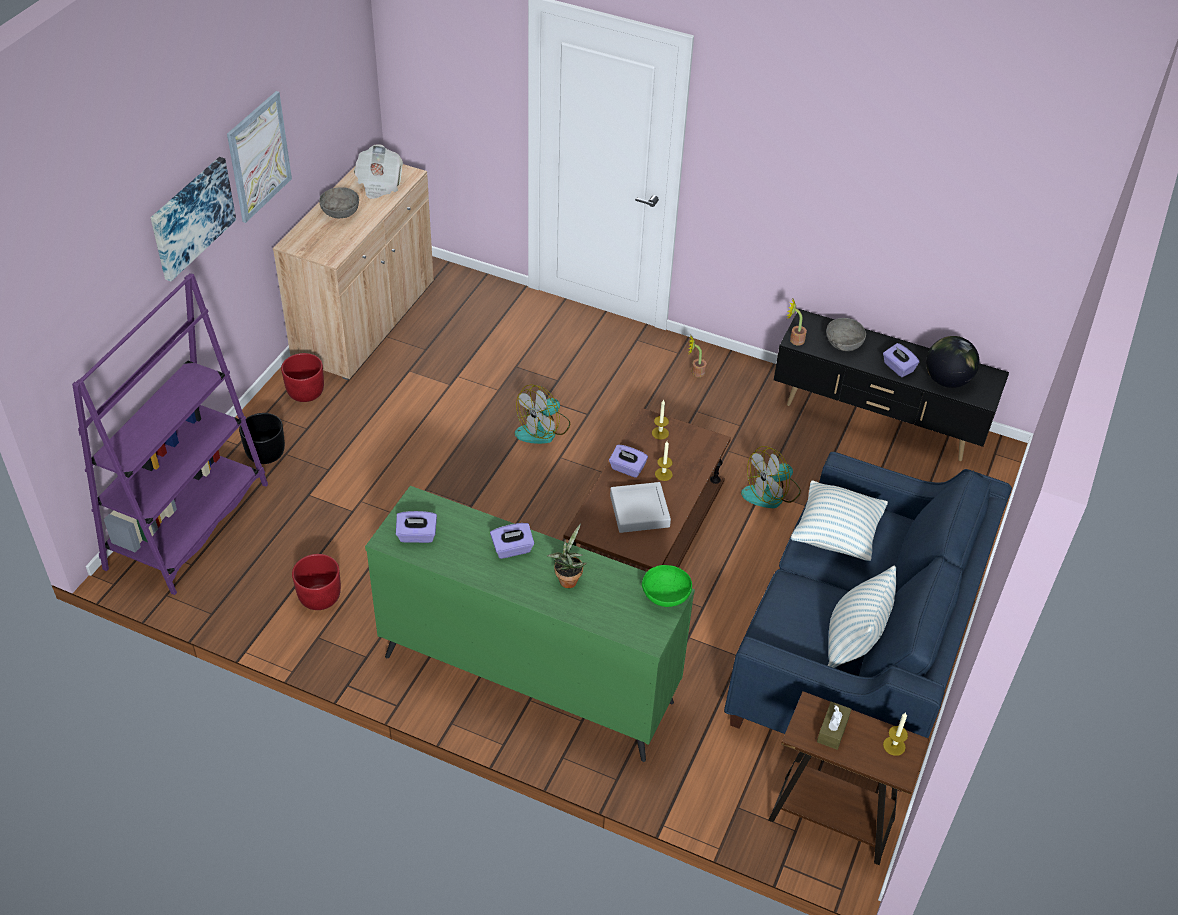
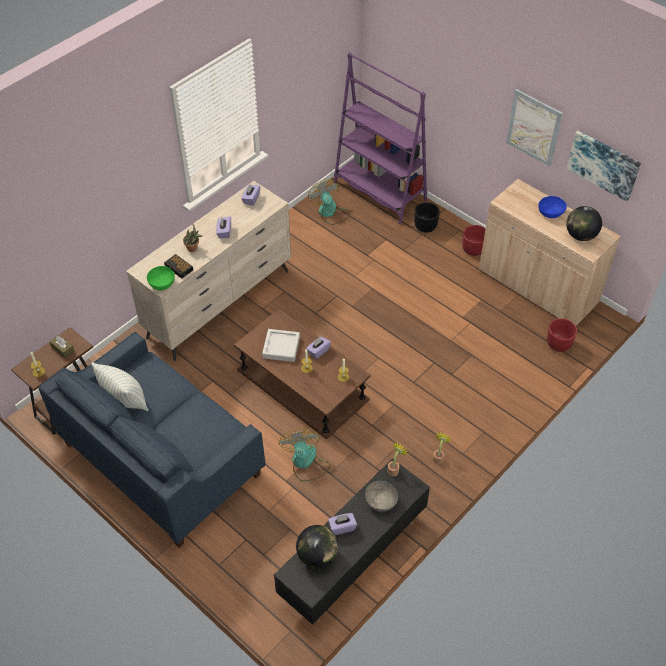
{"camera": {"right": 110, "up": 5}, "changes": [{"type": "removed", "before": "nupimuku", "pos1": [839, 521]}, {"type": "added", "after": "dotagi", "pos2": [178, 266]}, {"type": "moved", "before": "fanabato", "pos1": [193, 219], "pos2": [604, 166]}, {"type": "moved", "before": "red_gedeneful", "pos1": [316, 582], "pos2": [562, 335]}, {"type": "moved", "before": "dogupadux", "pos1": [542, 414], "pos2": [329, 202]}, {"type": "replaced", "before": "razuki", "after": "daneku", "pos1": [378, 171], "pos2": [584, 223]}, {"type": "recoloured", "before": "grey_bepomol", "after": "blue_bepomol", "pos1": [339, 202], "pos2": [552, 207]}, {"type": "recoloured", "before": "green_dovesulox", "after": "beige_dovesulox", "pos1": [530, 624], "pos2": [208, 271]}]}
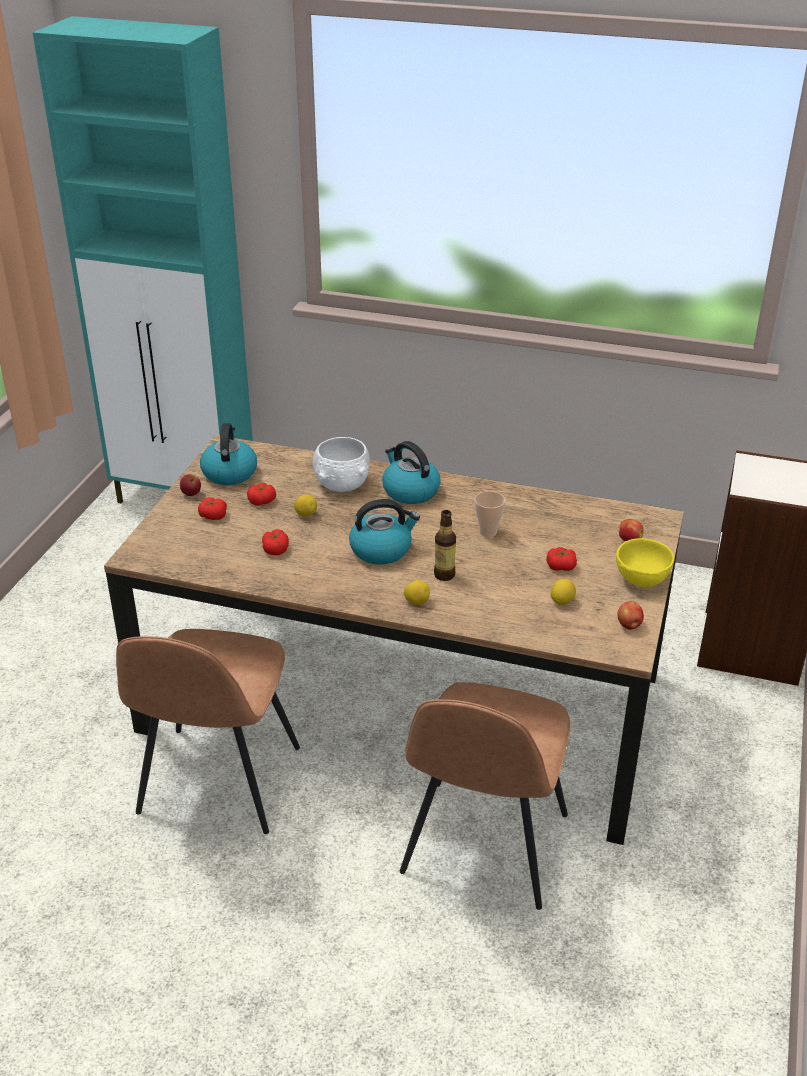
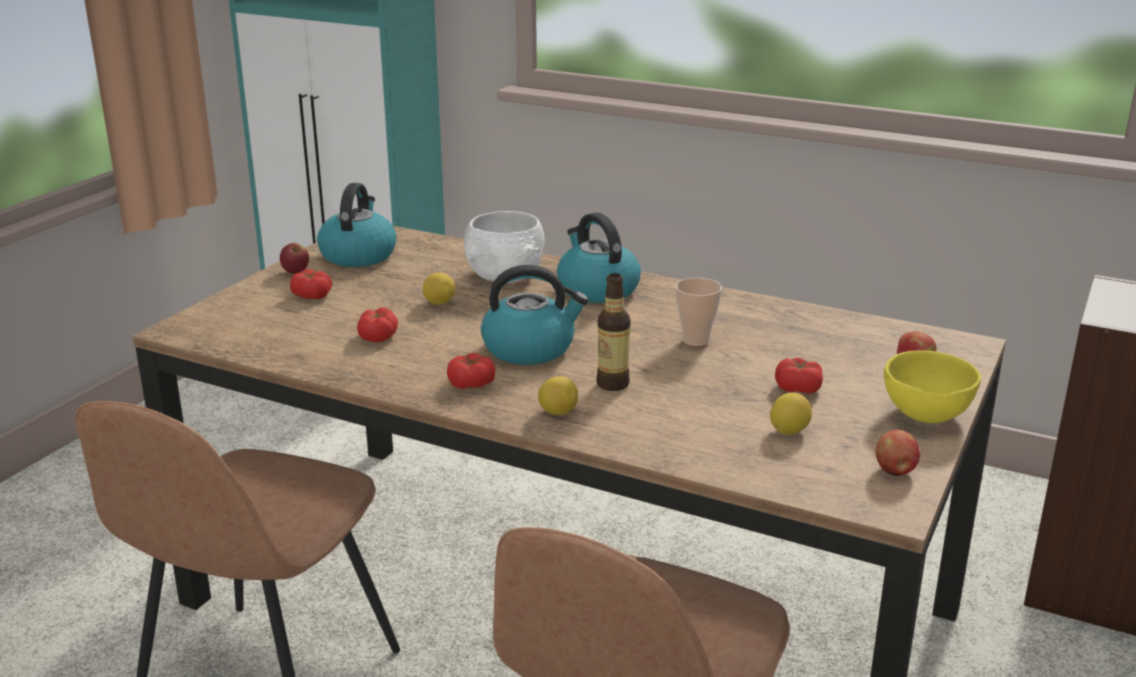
{"camera": {"right": 10, "up": -10}, "changes": [{"type": "moved", "before": "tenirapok", "pos1": [261, 494], "pos2": [471, 371]}]}
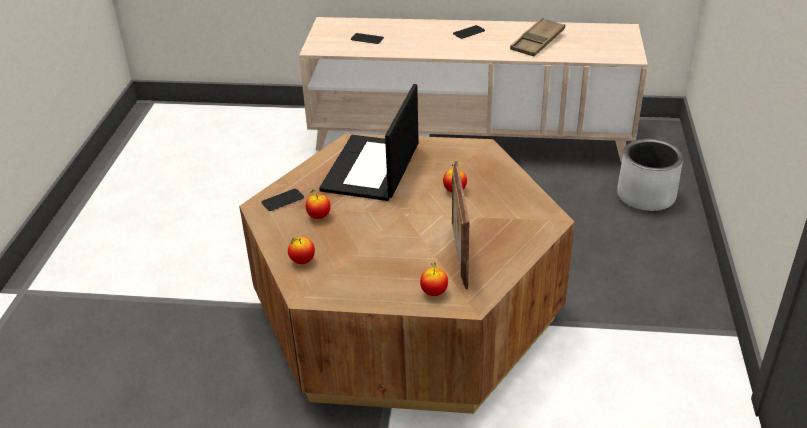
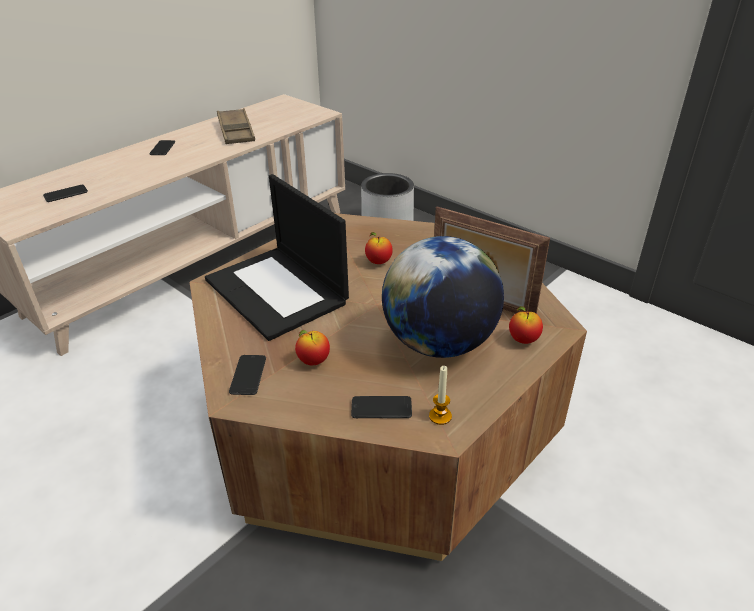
{"camera": {"right": -55, "up": 0}, "changes": [{"type": "added", "after": "daneku", "pos2": [443, 297]}, {"type": "added", "after": "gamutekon", "pos2": [440, 395]}, {"type": "replaced", "before": "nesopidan", "after": "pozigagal", "pos1": [301, 250], "pos2": [381, 407]}]}
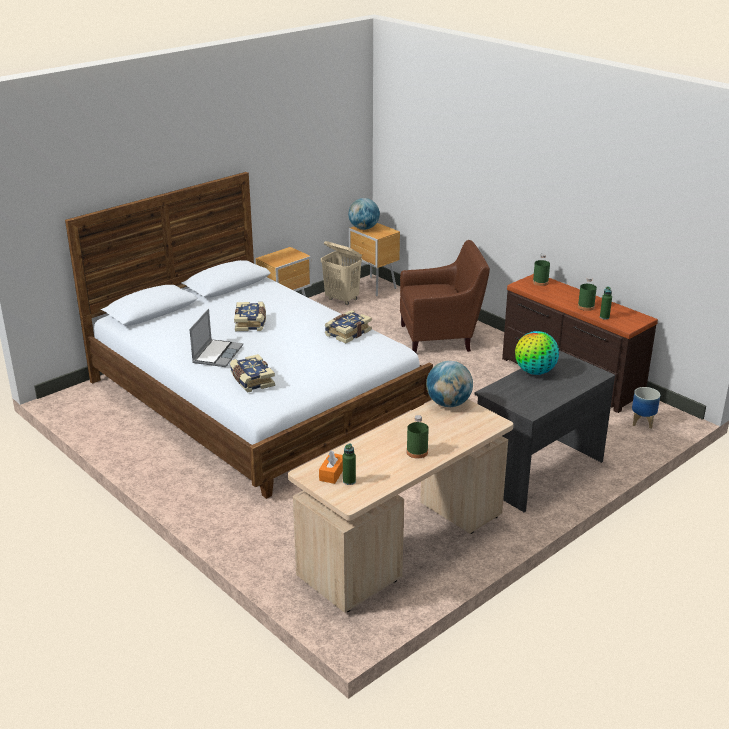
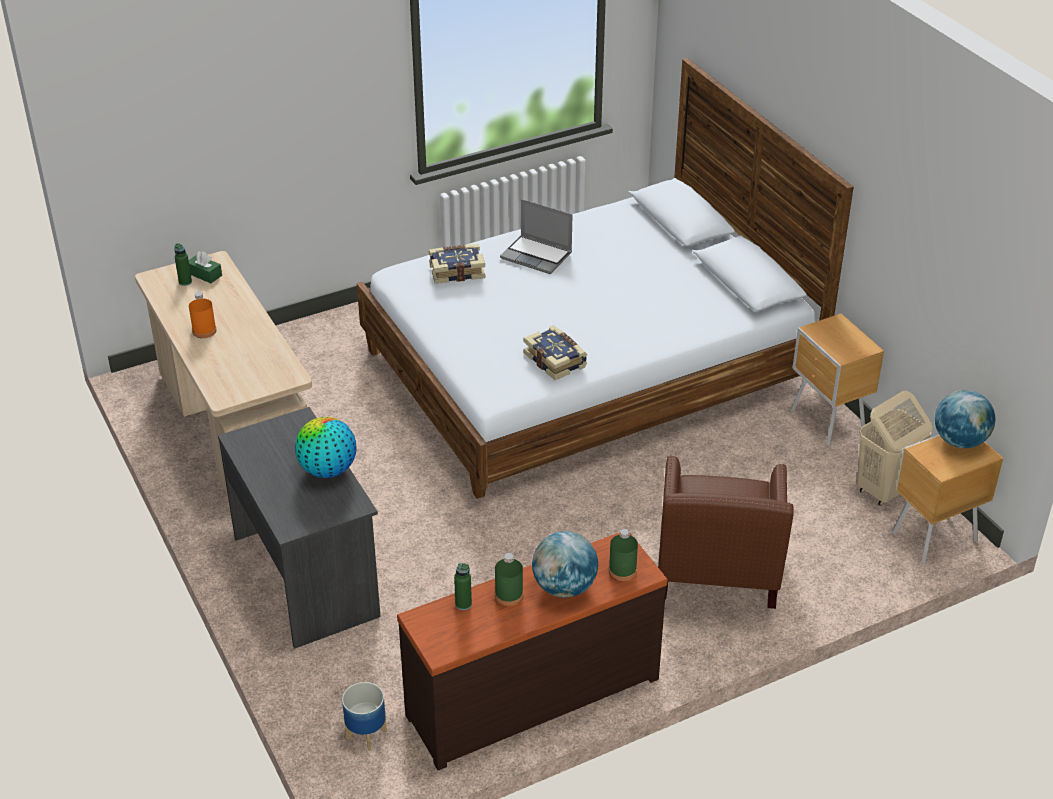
{"camera": {"right": 105, "up": 10}, "changes": [{"type": "removed", "before": "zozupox", "pos1": [250, 316]}, {"type": "moved", "before": "daneku", "pos1": [449, 384], "pos2": [565, 564]}, {"type": "recoloured", "before": "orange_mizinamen", "after": "green_mizinamen", "pos1": [331, 467], "pos2": [205, 267]}, {"type": "recoloured", "before": "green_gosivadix", "after": "orange_gosivadix", "pos1": [417, 436], "pos2": [203, 315]}]}
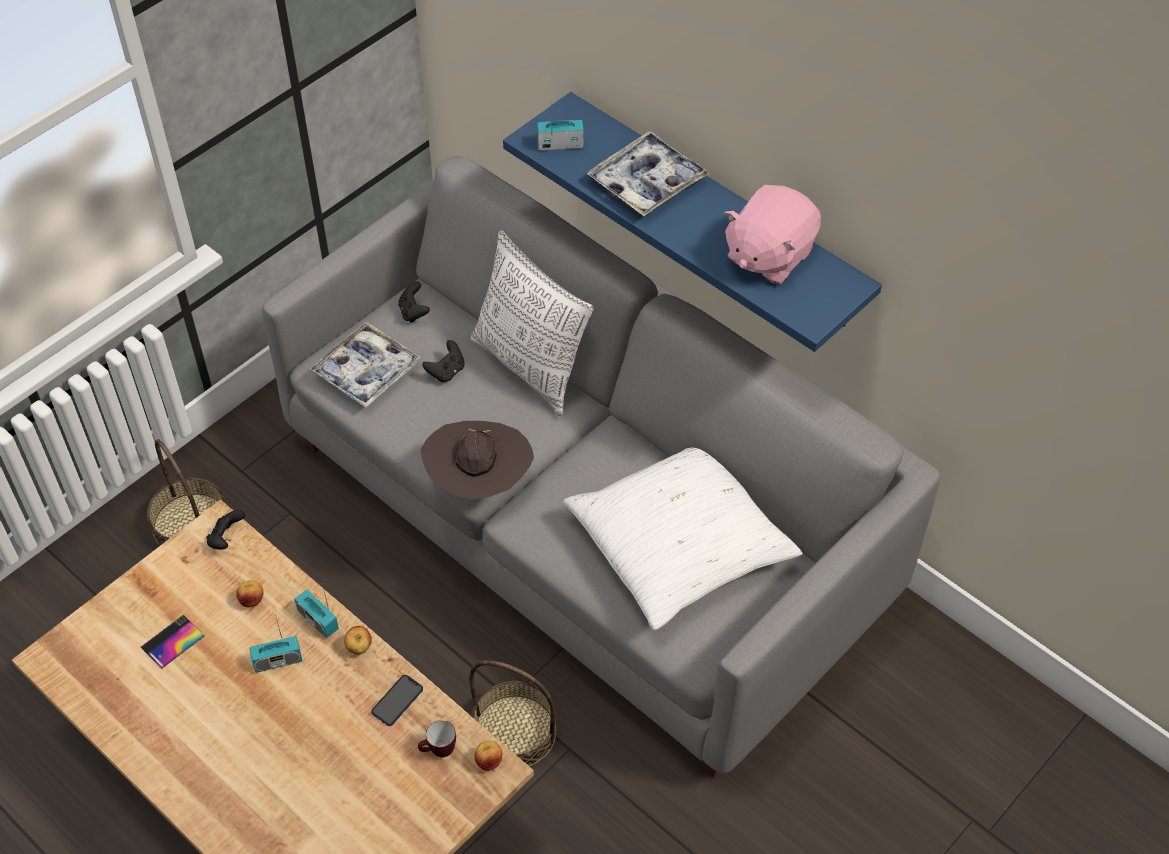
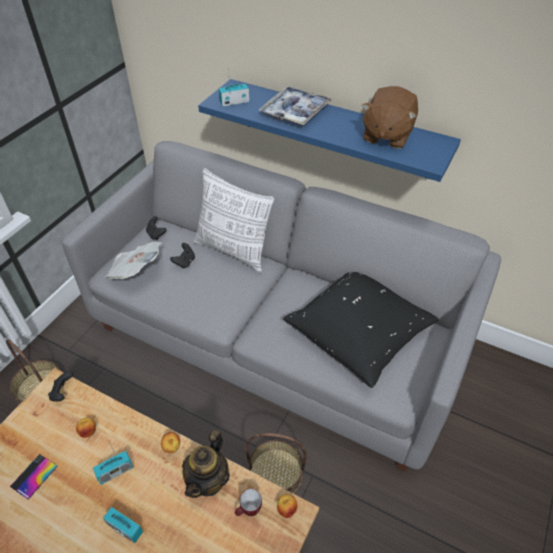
{"camera": {"right": -15, "up": -5}, "changes": [{"type": "removed", "before": "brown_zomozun", "pos1": [477, 460]}, {"type": "moved", "before": "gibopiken", "pos1": [316, 610], "pos2": [123, 525]}, {"type": "replaced", "before": "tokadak", "after": "razuki", "pos1": [365, 364], "pos2": [133, 260]}, {"type": "replaced", "before": "pozigagal", "after": "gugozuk", "pos1": [397, 700], "pos2": [206, 463]}, {"type": "recoloured", "before": "white_nupimuku", "after": "black_nupimuku", "pos1": [683, 539], "pos2": [361, 330]}, {"type": "recoloured", "before": "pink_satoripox", "after": "brown_satoripox", "pos1": [772, 235], "pos2": [390, 117]}]}
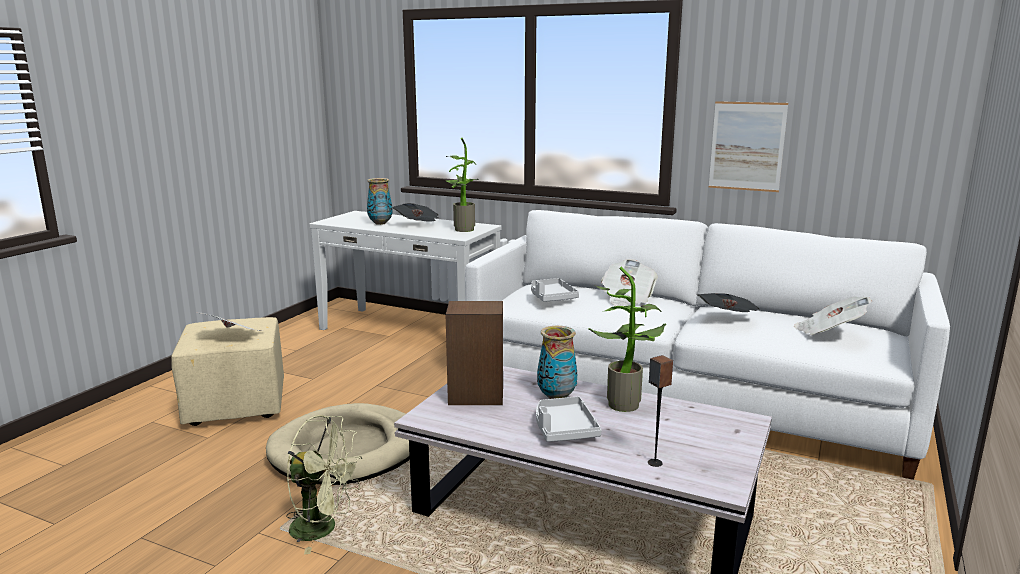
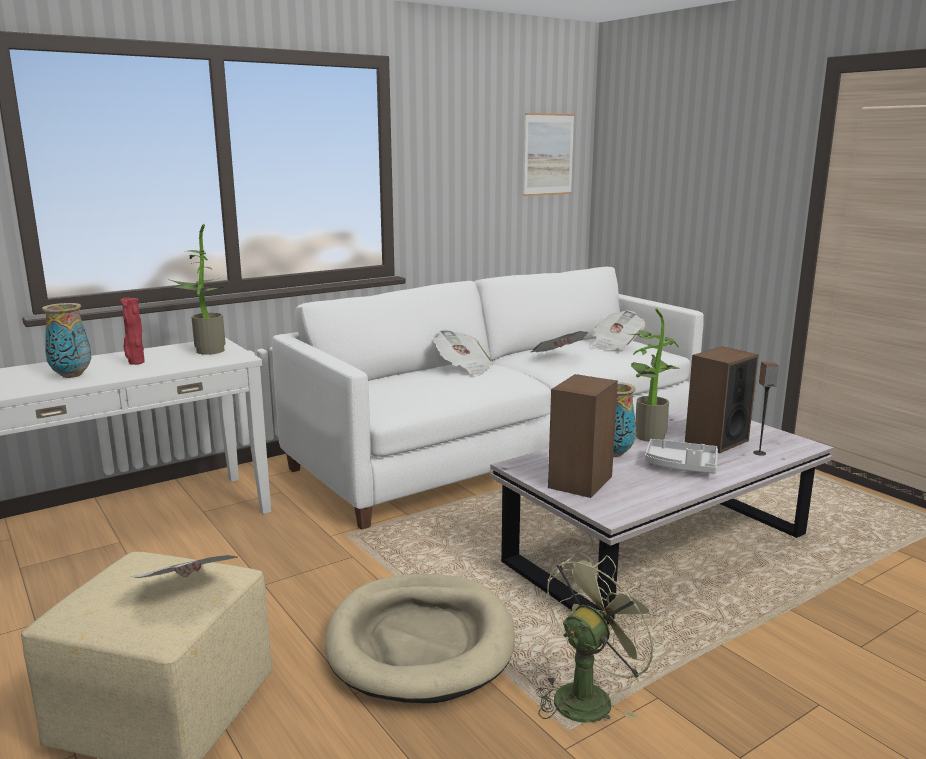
{"camera": {"right": -60, "up": 0}, "changes": [{"type": "removed", "before": "grey_tokadak", "pos1": [555, 290]}, {"type": "added", "after": "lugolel", "pos2": [722, 399]}, {"type": "moved", "before": "fanabato", "pos1": [748, 146], "pos2": [549, 154]}, {"type": "replaced", "before": "razuki", "after": "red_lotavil", "pos1": [416, 212], "pos2": [132, 331]}]}
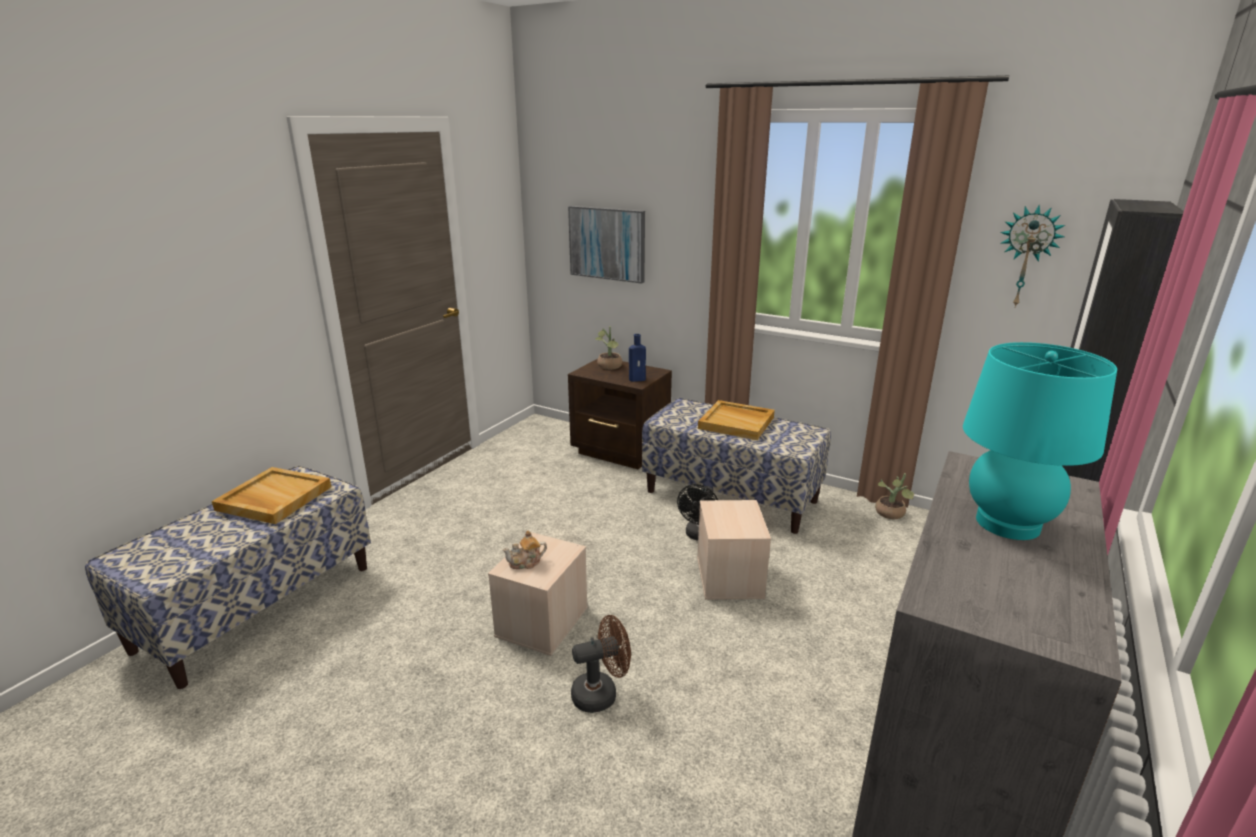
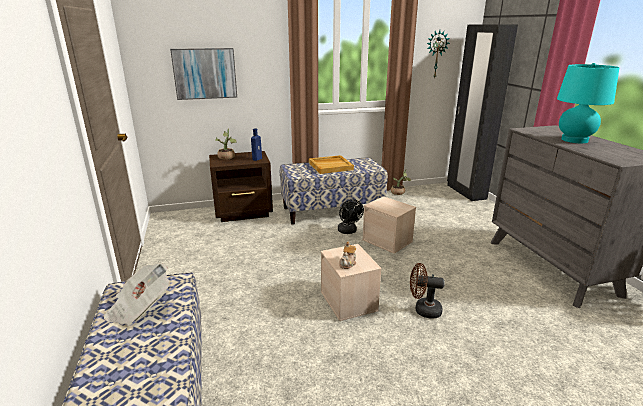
{"camera": {"right": -45, "up": 0}, "changes": [{"type": "replaced", "before": "beige_tokadak", "after": "razuki", "pos1": [271, 495], "pos2": [136, 294]}, {"type": "turned", "before": "brown_dogupadux", "pos1": [601, 664], "pos2": [427, 291], "turn": -105}]}
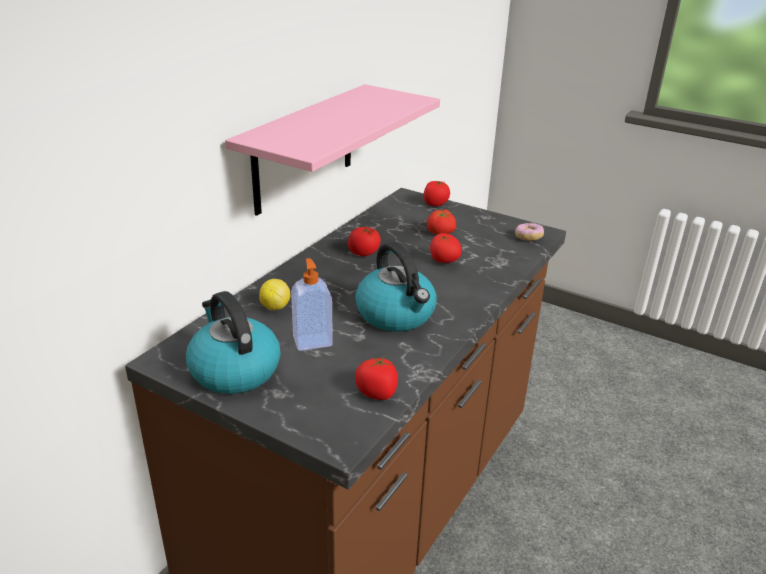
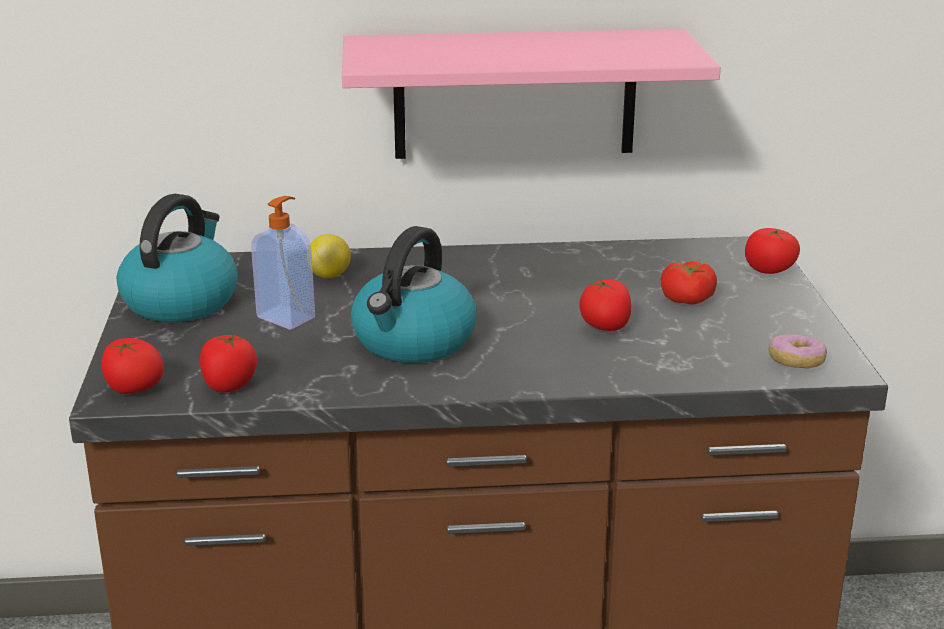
{"camera": {"right": 55, "up": -5}, "changes": [{"type": "moved", "before": "tenirapok", "pos1": [364, 241], "pos2": [132, 366]}]}
